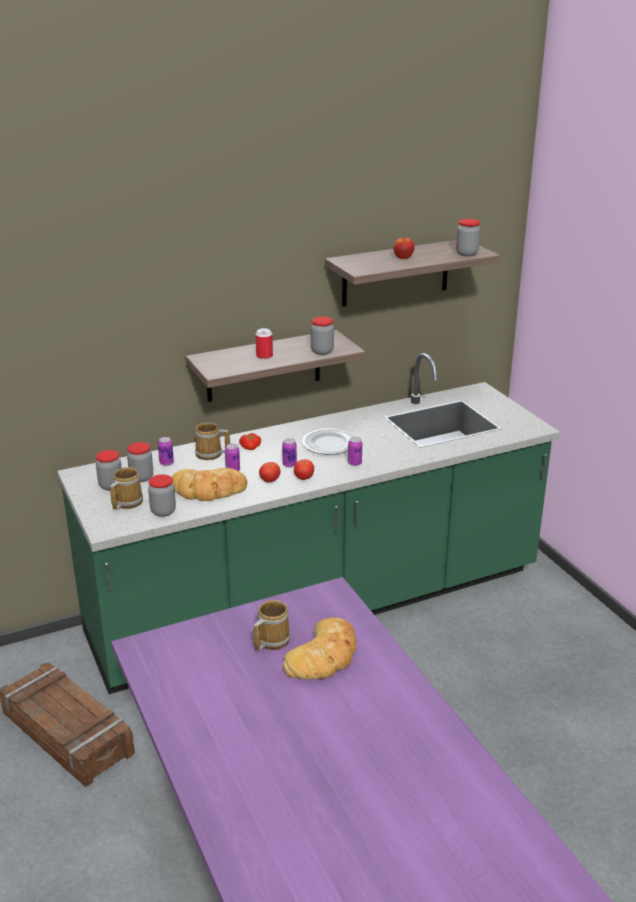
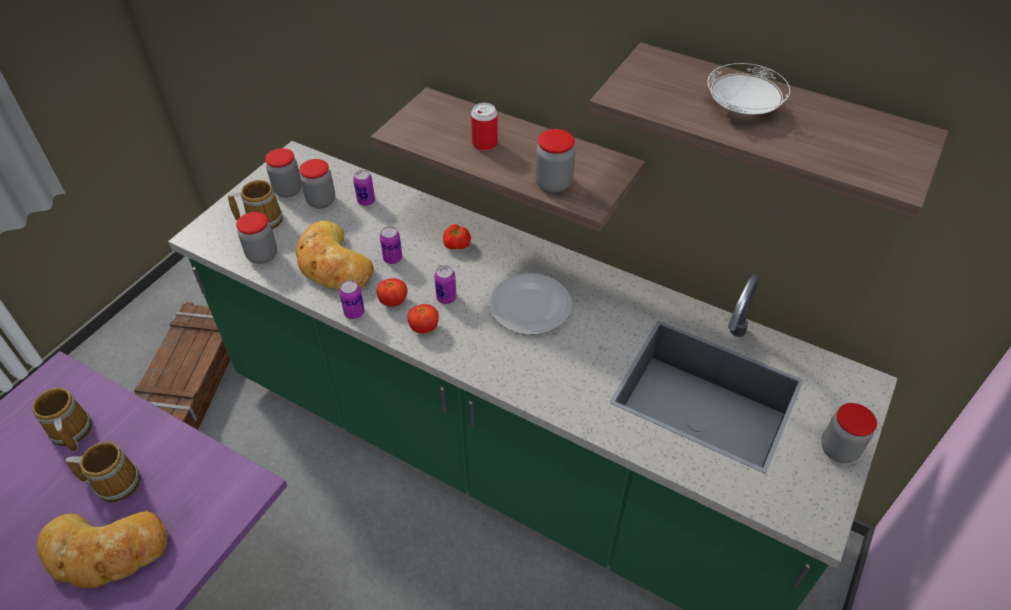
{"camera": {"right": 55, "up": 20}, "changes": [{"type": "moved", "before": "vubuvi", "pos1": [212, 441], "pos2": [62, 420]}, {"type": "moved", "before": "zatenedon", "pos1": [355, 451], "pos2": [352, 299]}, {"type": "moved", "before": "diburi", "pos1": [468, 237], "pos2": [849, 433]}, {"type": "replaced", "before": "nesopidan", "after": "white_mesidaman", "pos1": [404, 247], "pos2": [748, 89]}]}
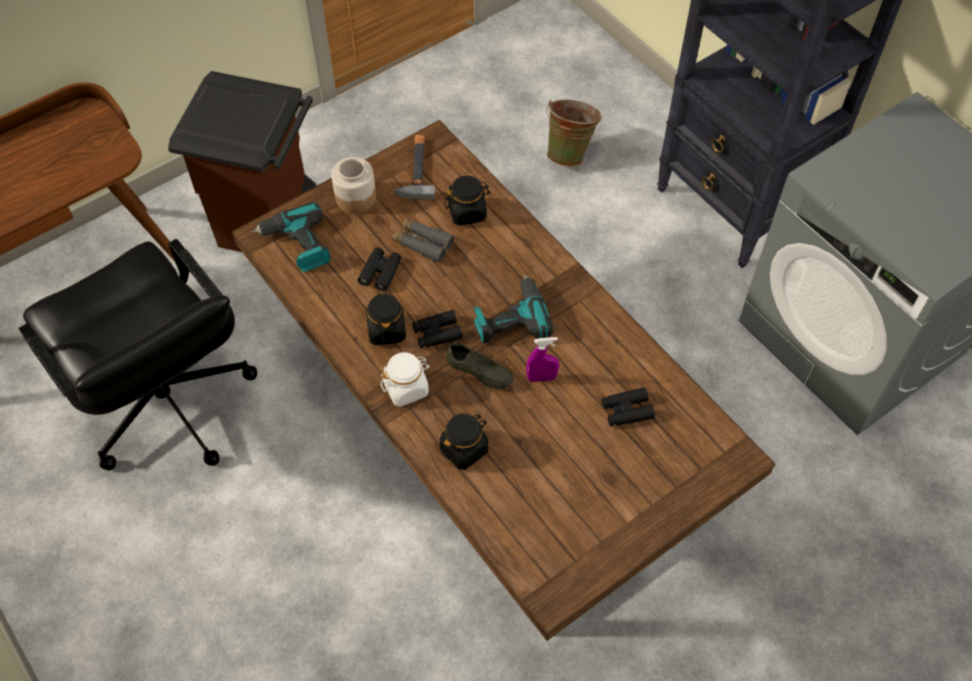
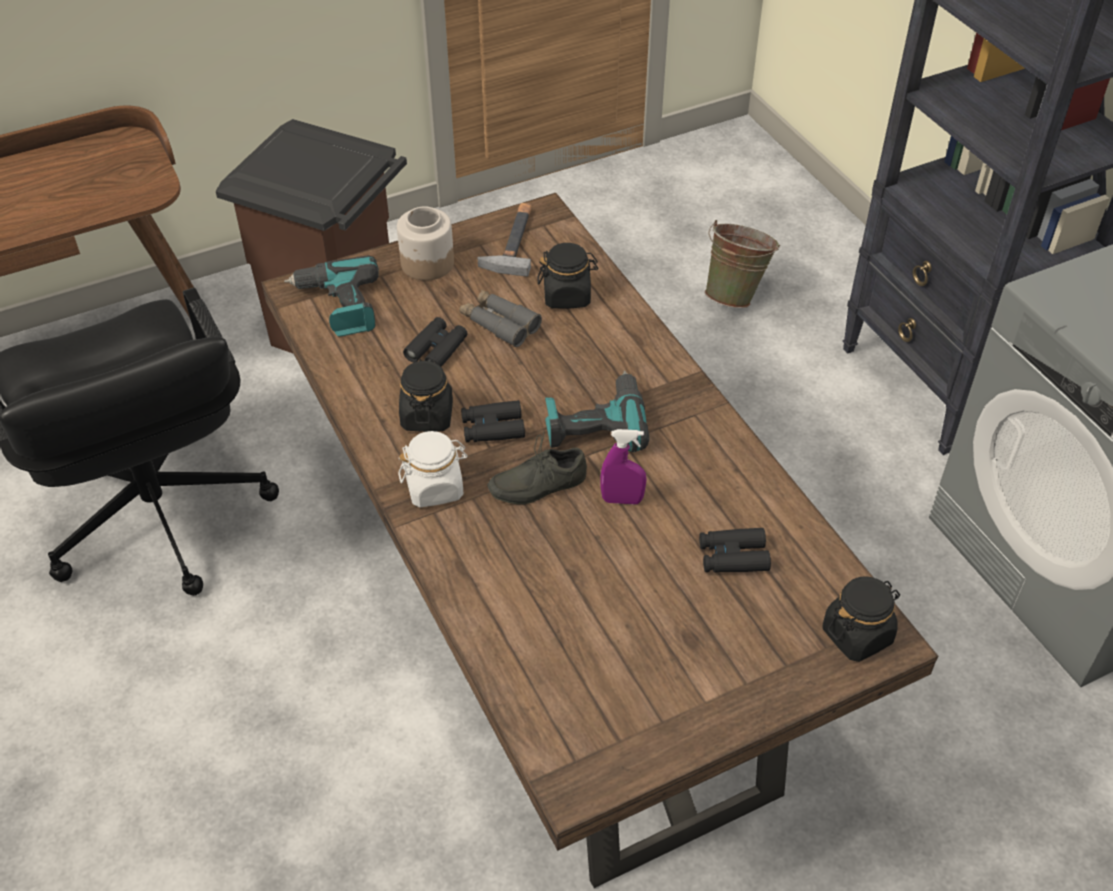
{"camera": {"right": 10, "up": -10}, "changes": [{"type": "moved", "before": "black_diburi", "pos1": [464, 442], "pos2": [861, 619]}, {"type": "turned", "before": "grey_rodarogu", "pos1": [480, 366], "pos2": [537, 467], "turn": 120}]}
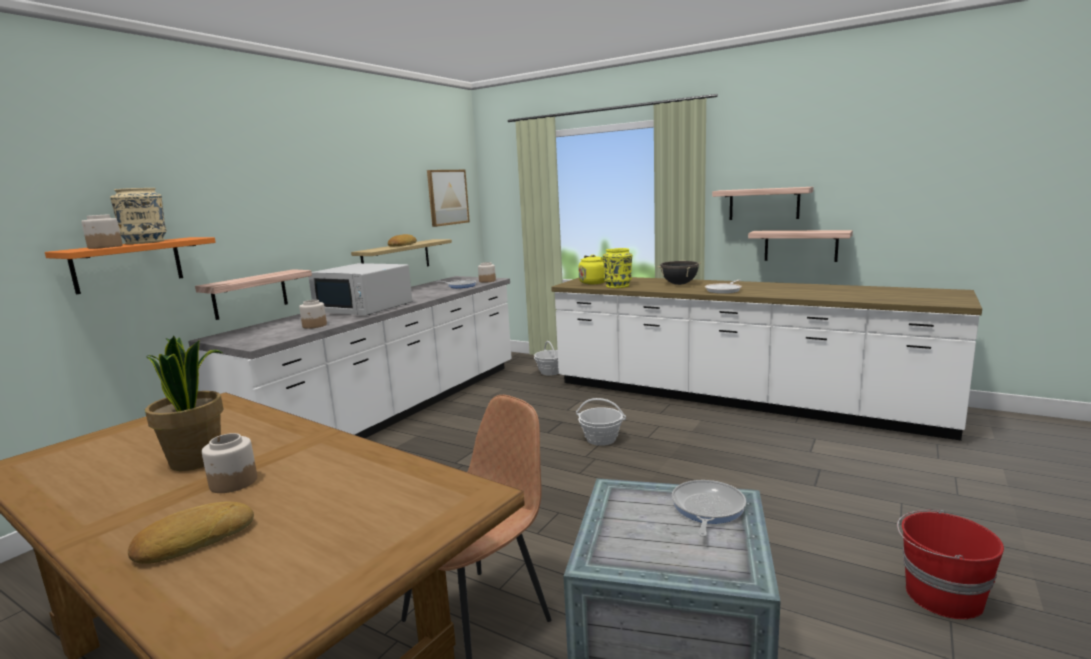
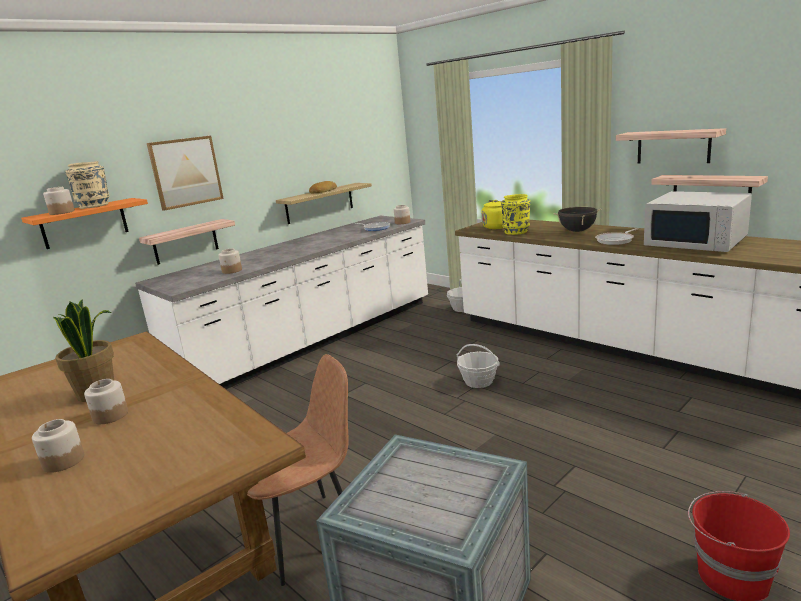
{"camera": {"right": 15, "up": 5}, "changes": [{"type": "removed", "before": "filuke", "pos1": [709, 508]}, {"type": "moved", "before": "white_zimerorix", "pos1": [360, 289], "pos2": [698, 221]}, {"type": "moved", "before": "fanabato", "pos1": [448, 198], "pos2": [185, 173]}, {"type": "replaced", "before": "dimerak", "after": "diburi", "pos1": [191, 533], "pos2": [58, 446]}]}
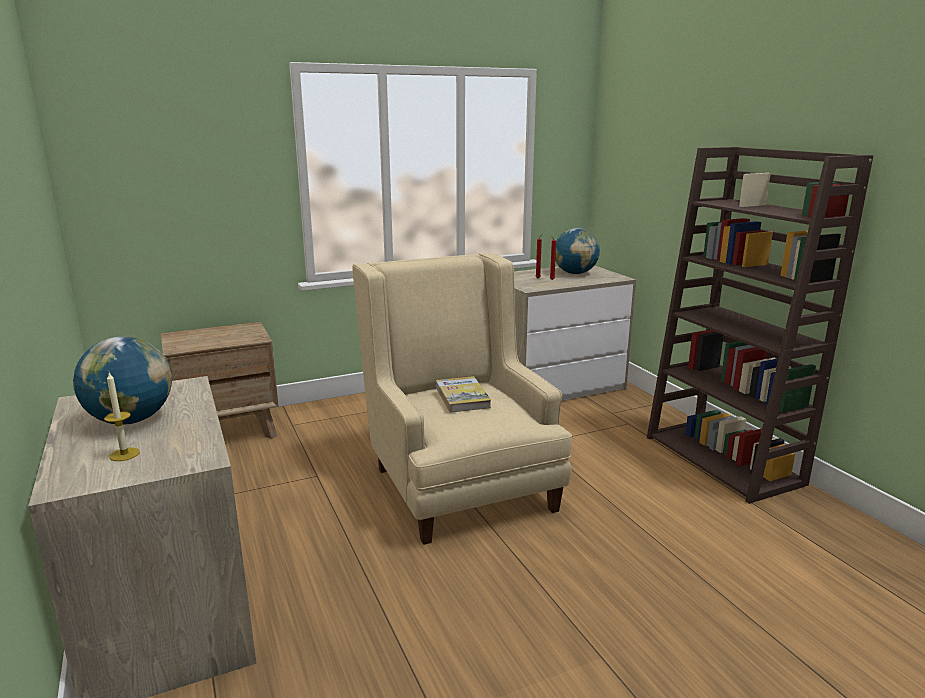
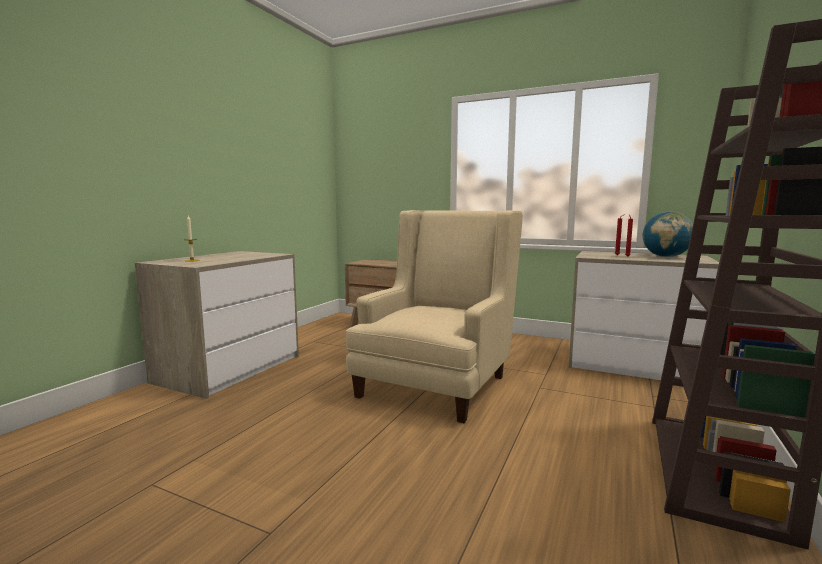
{"camera": {"right": 50, "up": -10}, "changes": [{"type": "removed", "before": "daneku", "pos1": [122, 380]}, {"type": "removed", "before": "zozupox", "pos1": [463, 394]}]}
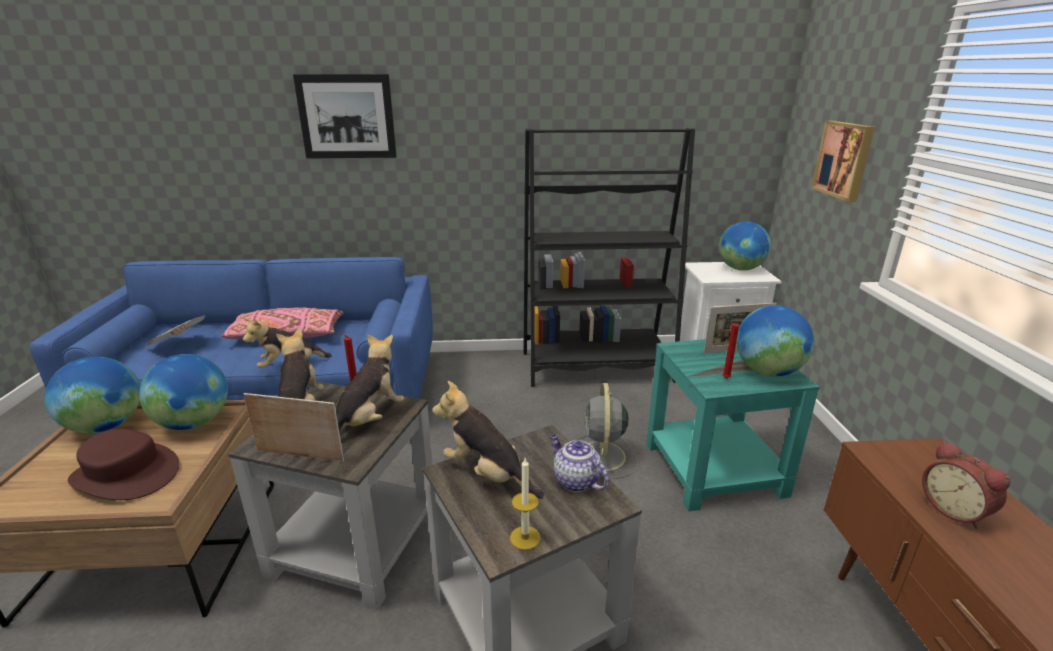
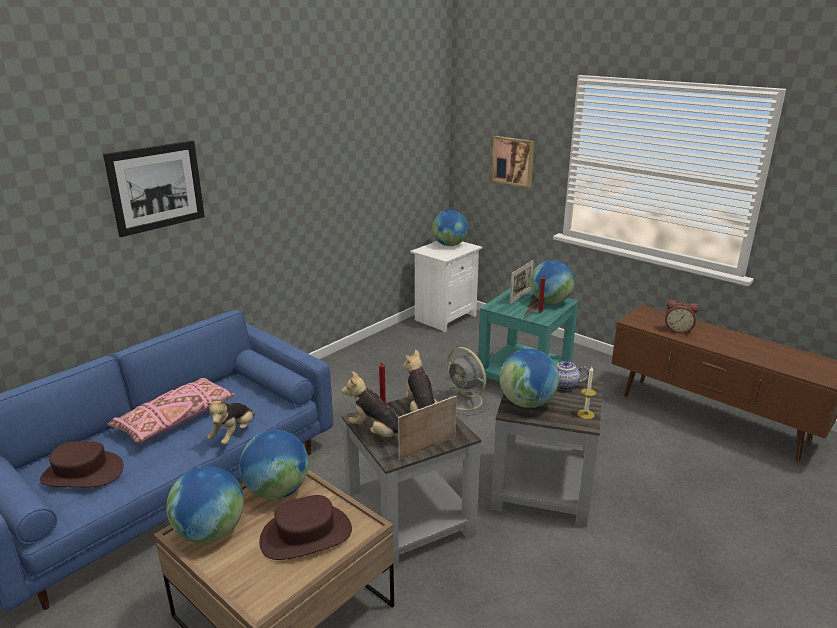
{"camera": {"right": -45, "up": 0}, "changes": [{"type": "removed", "before": "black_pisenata", "pos1": [609, 257]}, {"type": "replaced", "before": "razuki", "after": "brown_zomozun", "pos1": [176, 330], "pos2": [82, 464]}, {"type": "replaced", "before": "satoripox", "after": "daneku", "pos1": [488, 440], "pos2": [529, 378]}]}
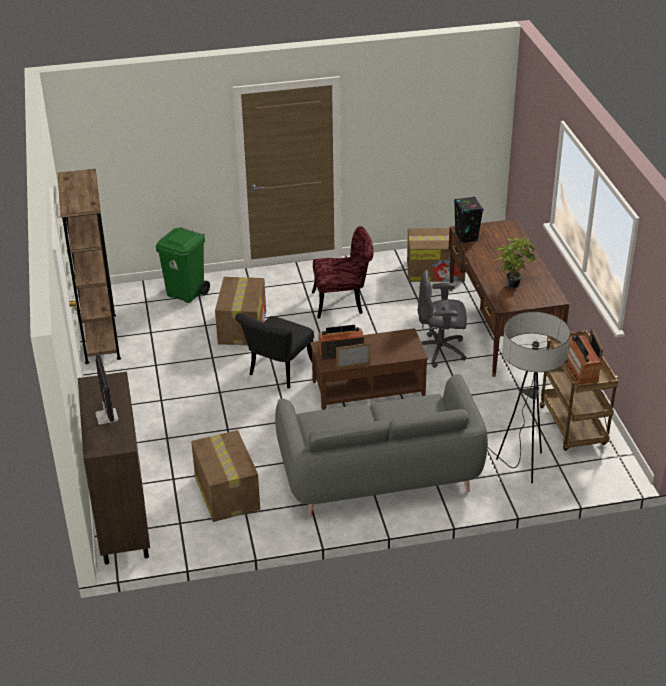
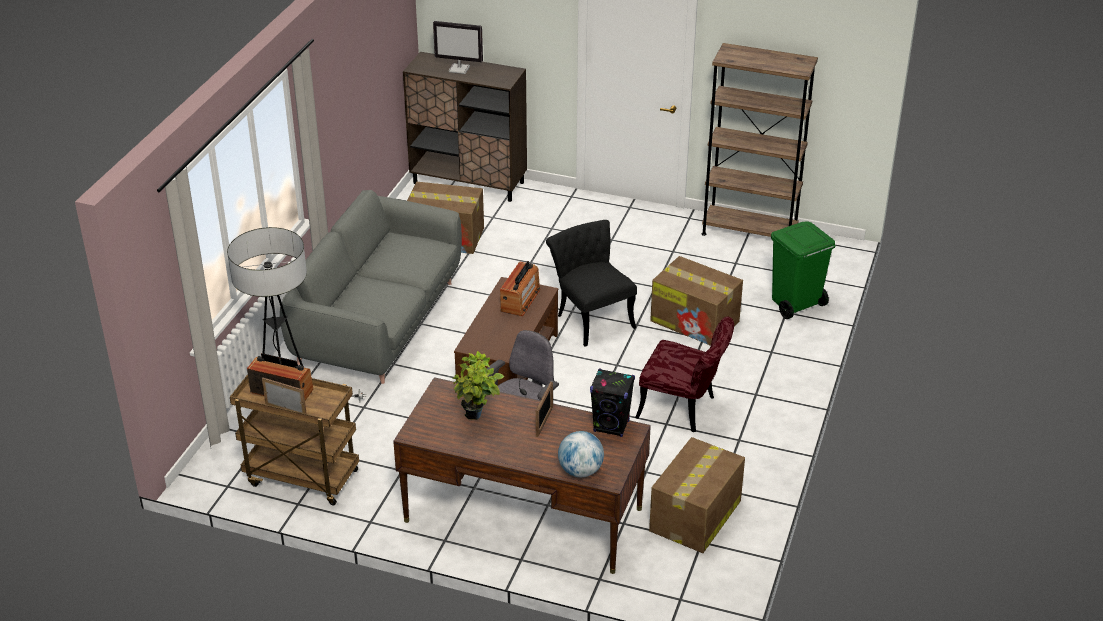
{"camera": {"right": 120, "up": 0}, "changes": [{"type": "added", "after": "daneku", "pos2": [581, 454]}, {"type": "moved", "before": "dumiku", "pos1": [353, 356], "pos2": [544, 409]}, {"type": "turned", "before": "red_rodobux", "pos1": [343, 272], "pos2": [684, 374], "turn": -90}]}
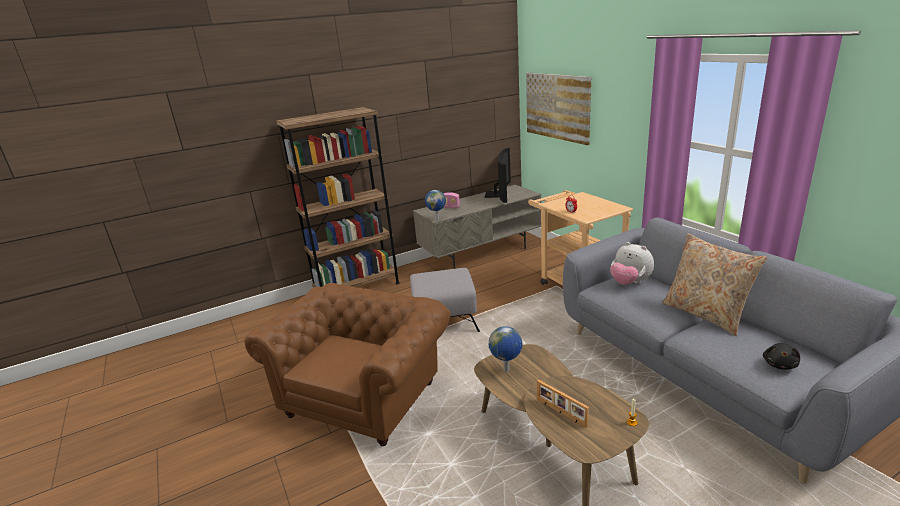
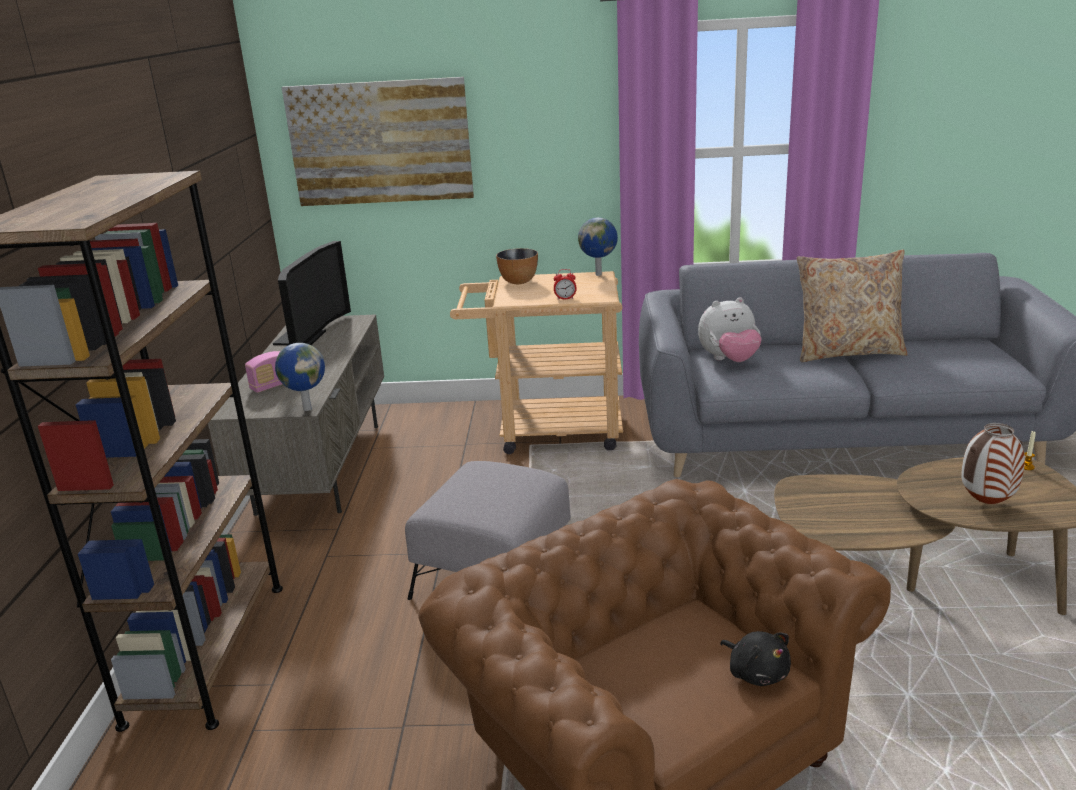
{"camera": {"right": -60, "up": 0}, "changes": [{"type": "added", "after": "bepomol", "pos2": [517, 266]}, {"type": "moved", "before": "daneku", "pos1": [505, 349], "pos2": [598, 247]}, {"type": "moved", "before": "black_satoripox", "pos1": [781, 356], "pos2": [755, 658]}, {"type": "replaced", "before": "dumiku", "after": "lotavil", "pos1": [563, 404], "pos2": [993, 463]}, {"type": "turned", "before": "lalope", "pos1": [498, 175], "pos2": [312, 293], "turn": 60}]}
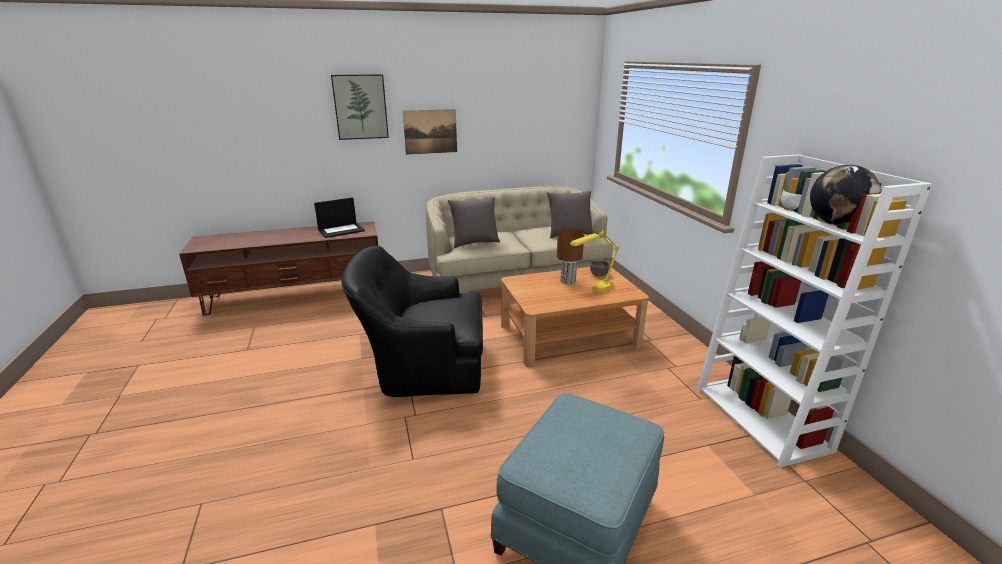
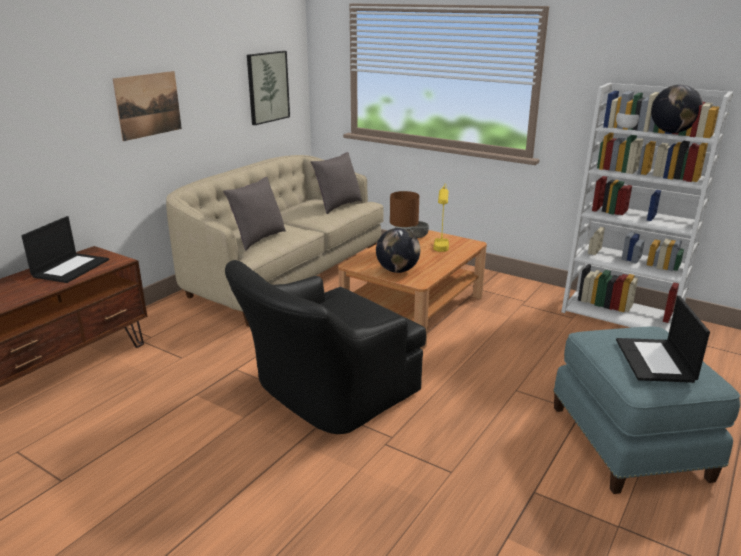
{"camera": {"right": -40, "up": 0}, "changes": [{"type": "added", "after": "daneku", "pos2": [398, 250]}, {"type": "added", "after": "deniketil", "pos2": [663, 339]}, {"type": "moved", "before": "fanabato", "pos1": [360, 107], "pos2": [268, 88]}]}
